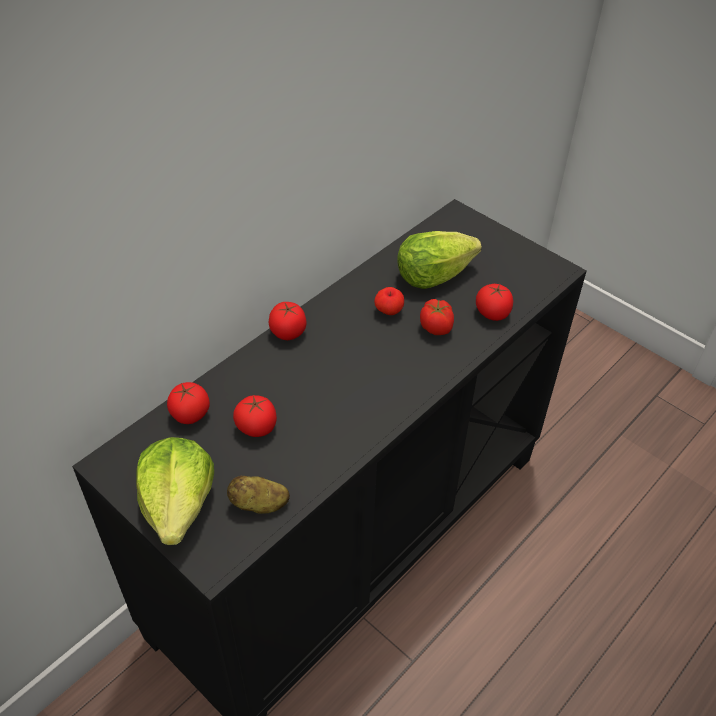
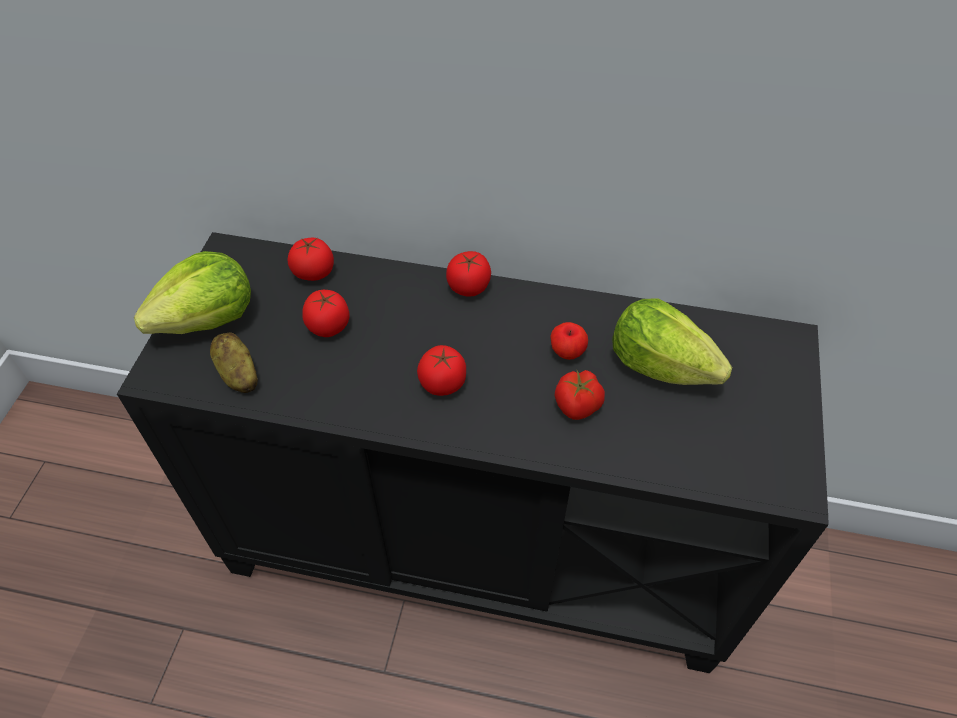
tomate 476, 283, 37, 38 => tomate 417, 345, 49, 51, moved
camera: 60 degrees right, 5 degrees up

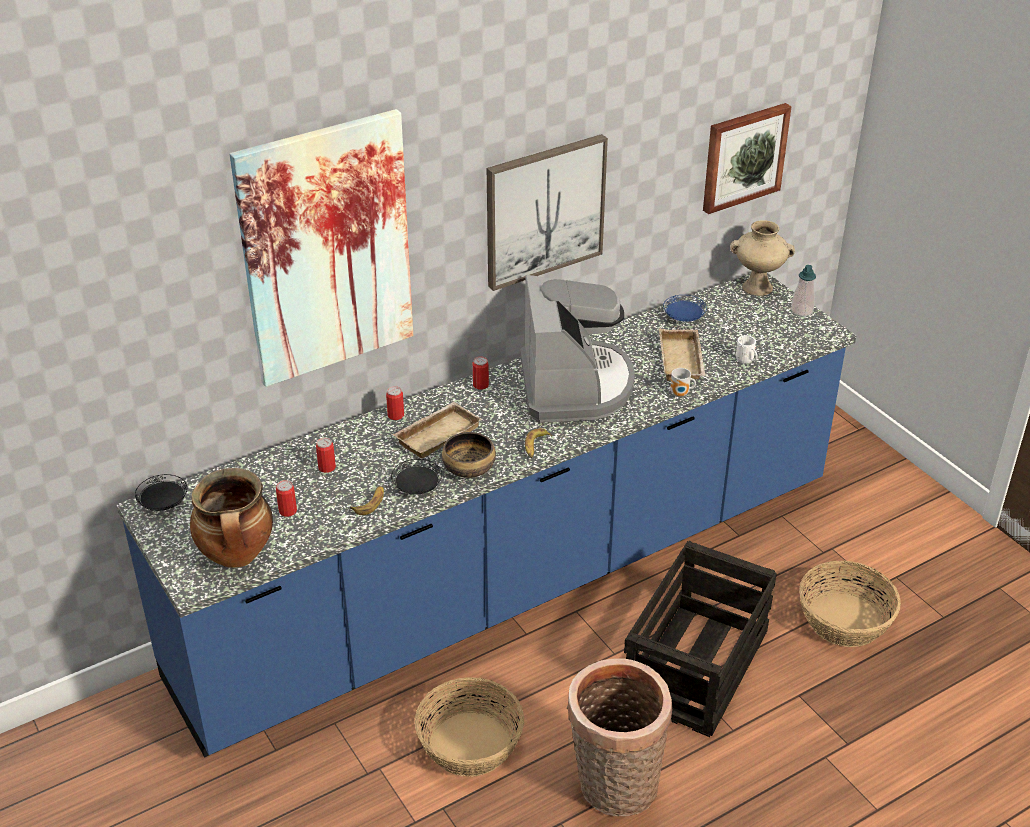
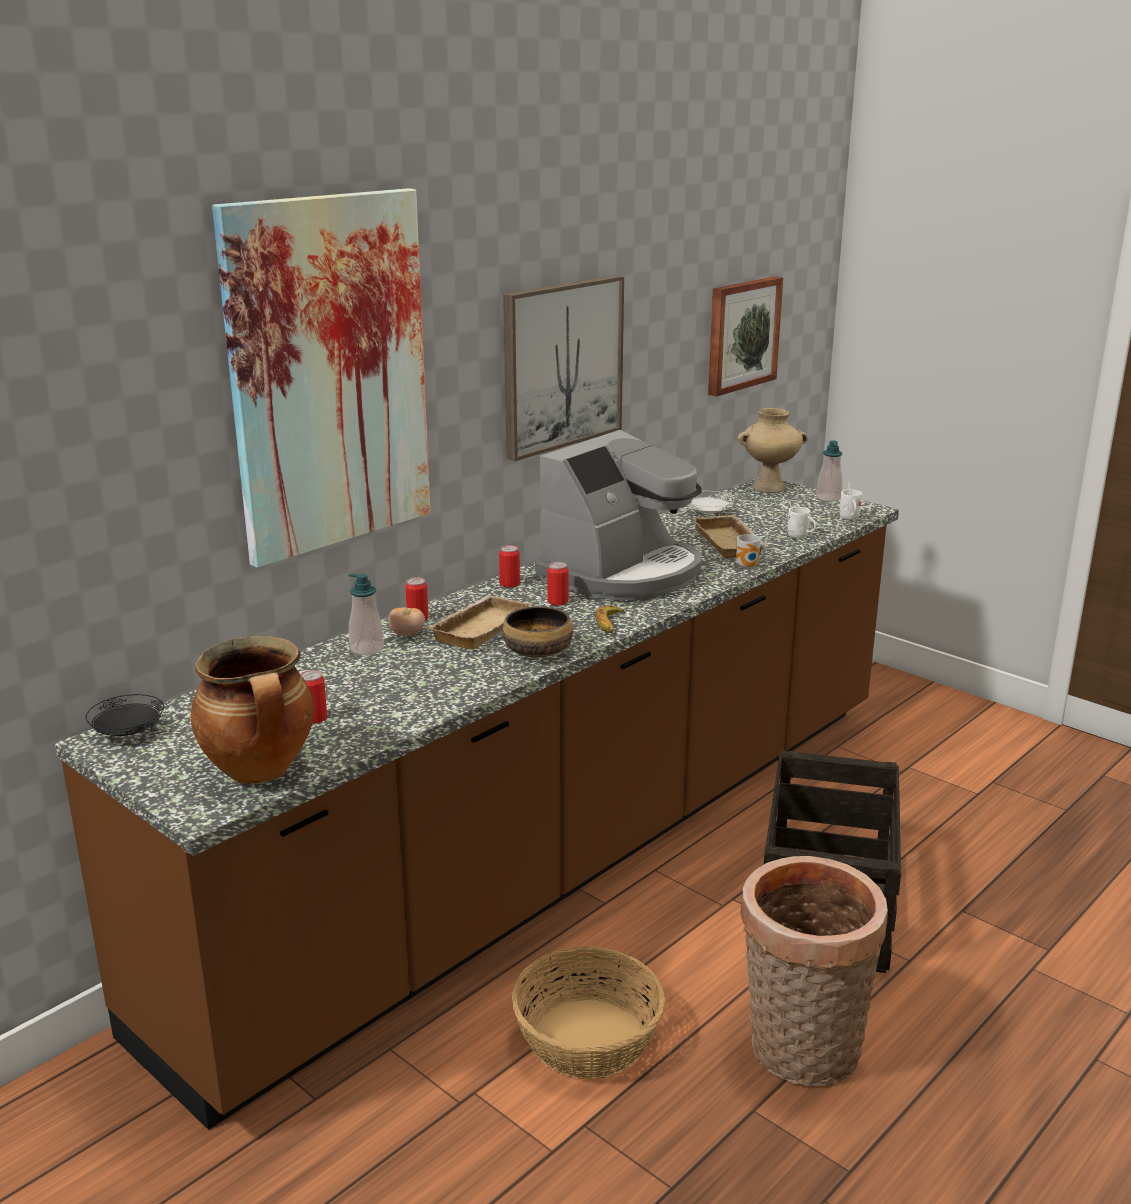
plátano 350, 486, 34, 29 => nothing
plato (negro) 391, 459, 51, 35 => nothing
cesta 799, 561, 102, 86 => nothing
nothing => dispensador de jabón 349, 573, 35, 82
nothing => tomate 388, 607, 37, 29
nothing => taza grande (blanco) 839, 482, 23, 38
lata 316, 438, 20, 35 => lata 547, 562, 21, 44, moved
mueble bajo de cocina (azul) 116, 273, 740, 485 => mueble bajo de cocina (marrón) 55, 478, 844, 652
plato (azul) 663, 295, 44, 27 => plato (blanco) 688, 491, 46, 24
cafetera 520, 275, 115, 148 => cafetera 535, 430, 167, 170, 60 degrees clockwise
camera: 15 degrees left, 15 degrees down

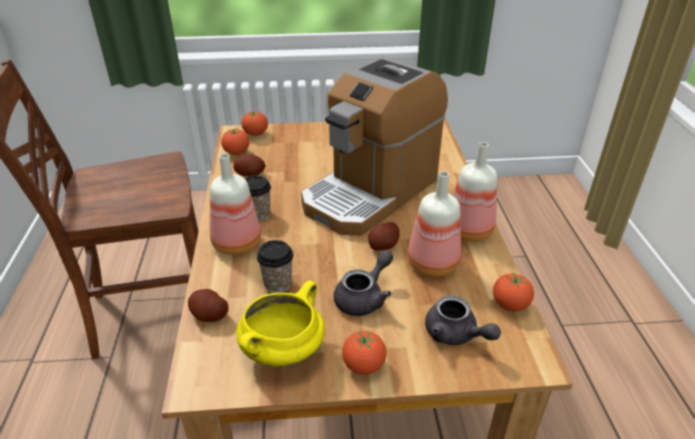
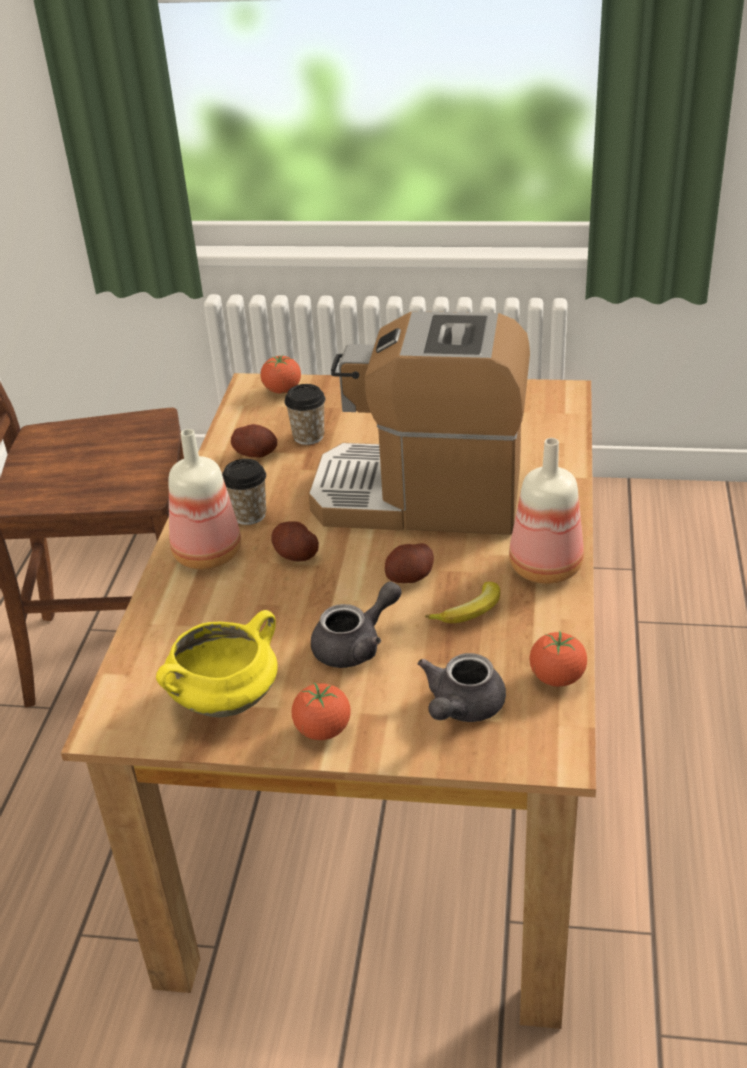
tomate 221, 129, 28, 26 => nothing
patata 188, 289, 41, 33 => patata 271, 521, 48, 41, moved
taza 257, 240, 36, 53 => taza 284, 384, 41, 61, moved
botella 408, 171, 53, 106 => plátano 425, 582, 75, 41
cafetera 301, 56, 147, 180 => cafetera 308, 311, 222, 224, 45 degrees clockwise
tetera (gris) 425, 295, 76, 50 => tetera (gris) 418, 653, 88, 69, 60 degrees clockwise
camera: 15 degrees right, 0 degrees up

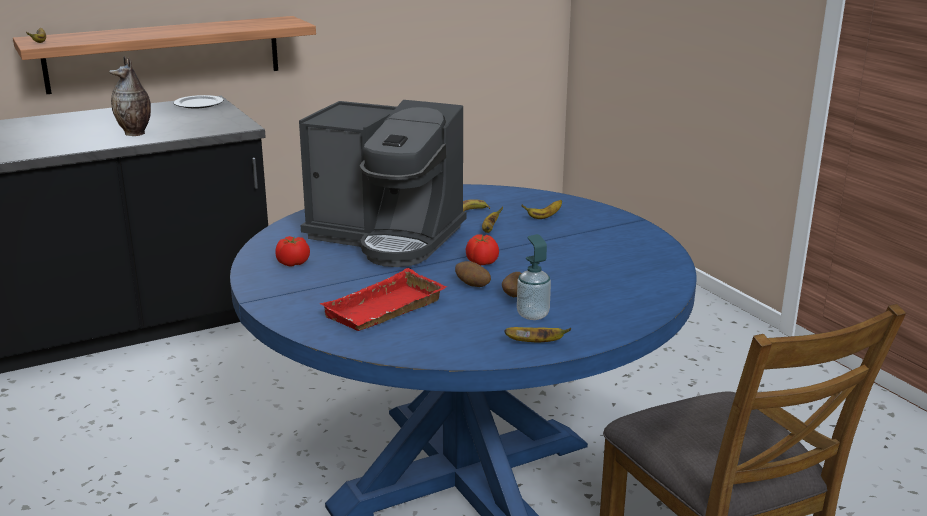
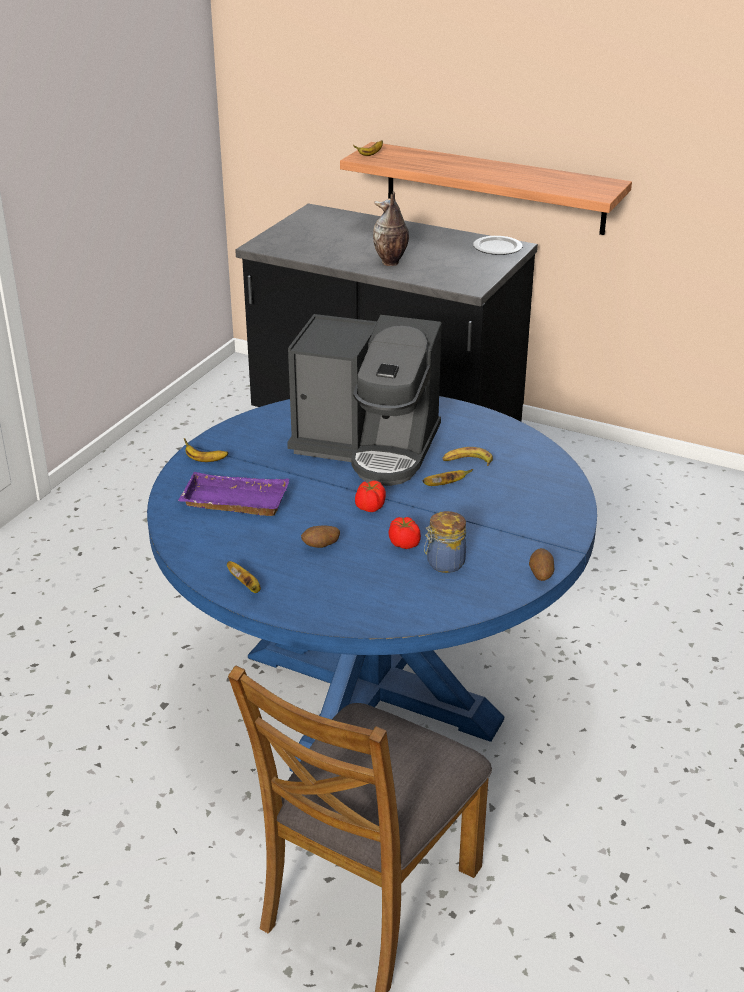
dispensador de jabón 517, 234, 34, 86 => nothing
nothing => tarro 424, 511, 42, 62
tomate 275, 236, 35, 31 => tomate 389, 517, 32, 32, moved
patata 455, 261, 36, 26 => patata 529, 548, 25, 33, moved
plátano 521, 200, 41, 19 => plátano 184, 438, 44, 24, moved
bandeja (rojo) 320, 268, 127, 63 => bandeja (morado) 178, 472, 111, 44
cafetera 299, 100, 167, 167 => cafetera 287, 314, 155, 172, 60 degrees counterclockwise
camera: 55 degrees right, 10 degrees up

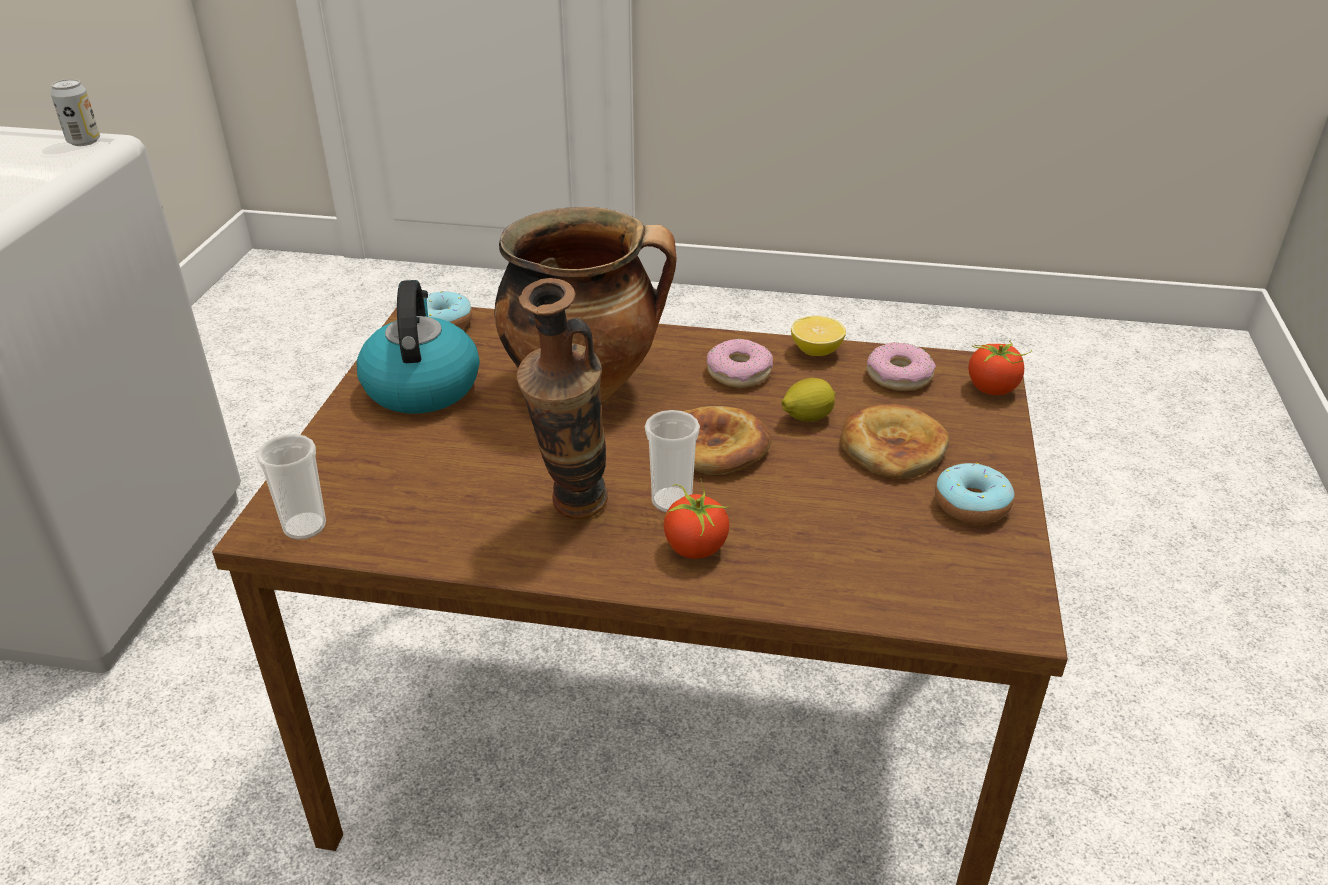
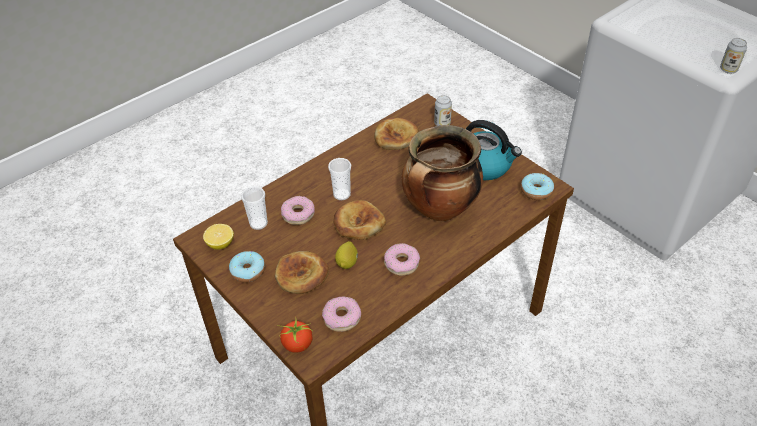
florero 517, 278, 91, 241 => nothing
tomate 664, 481, 65, 78 => nothing
nothing => rosquilla 281, 196, 34, 29
nothing => pan 374, 118, 45, 32
nothing => lata 434, 95, 18, 31
taza 256, 434, 70, 106 => taza 241, 186, 27, 44, moved
limón 791, 316, 55, 40 => limón 203, 224, 31, 26, moved
camera: 130 degrees right, 10 degrees up

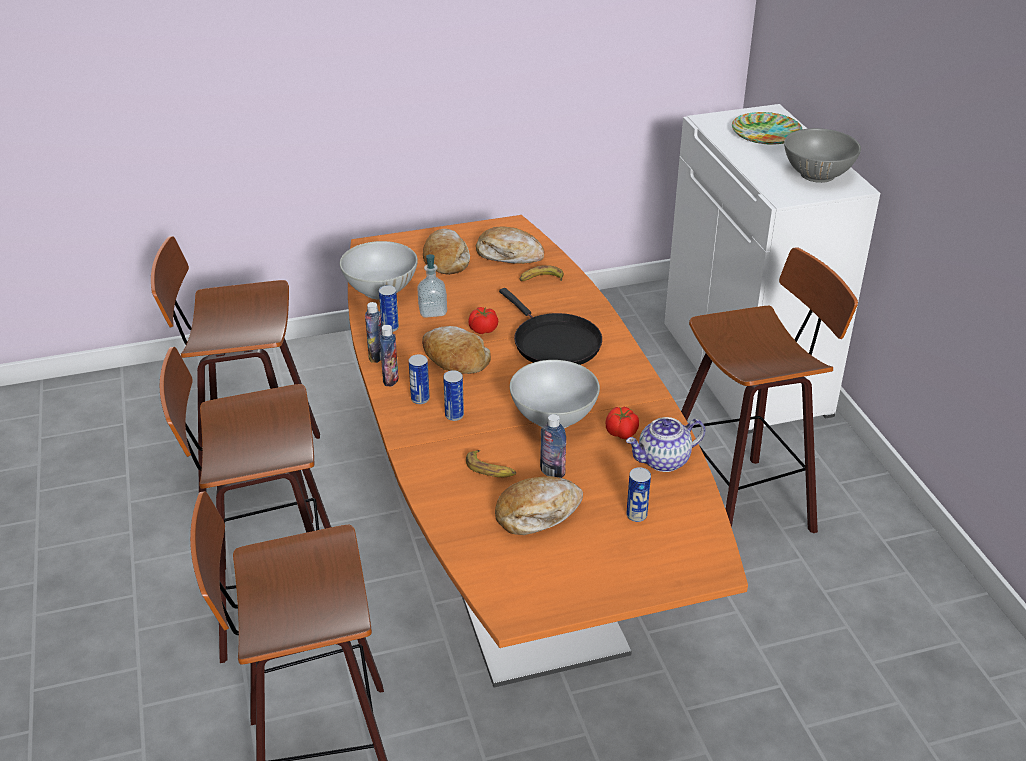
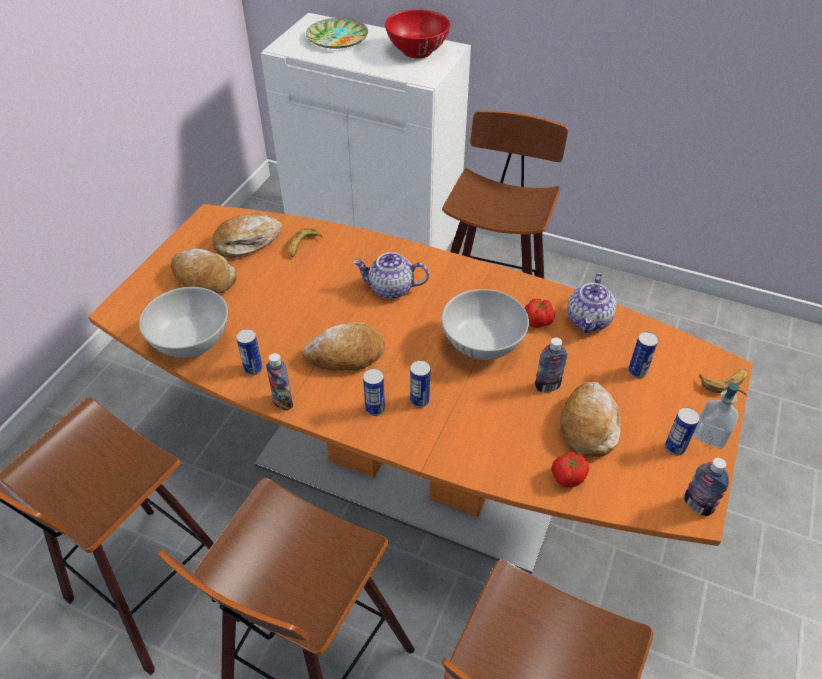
nothing => lata 665, 407, 35, 49
botella 380, 325, 19, 62 => botella 684, 458, 45, 58, moved
dispensador de jabón 417, 254, 30, 64 => dispensador de jabón 693, 383, 54, 66, moved
plátano 466, 450, 50, 27 => plátano 699, 369, 49, 24, moved
tomate 469, 307, 29, 27 => tomate 551, 452, 38, 36, moved
sartén (negro) 499, 288, 103, 77 => tetera 353, 252, 76, 47
cuenco (gris) 784, 128, 77, 55 => cuenco (rojo) 385, 9, 65, 49
camera: 50 degrees left, 10 degrees up

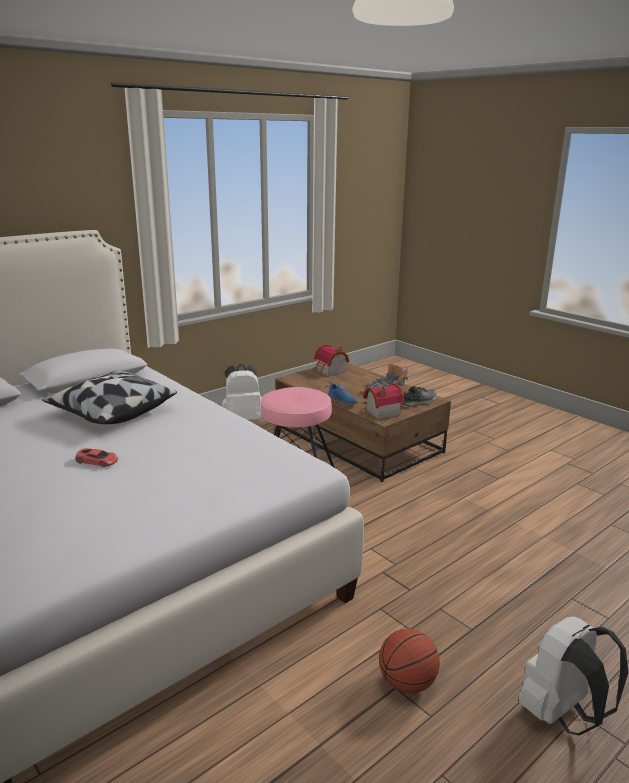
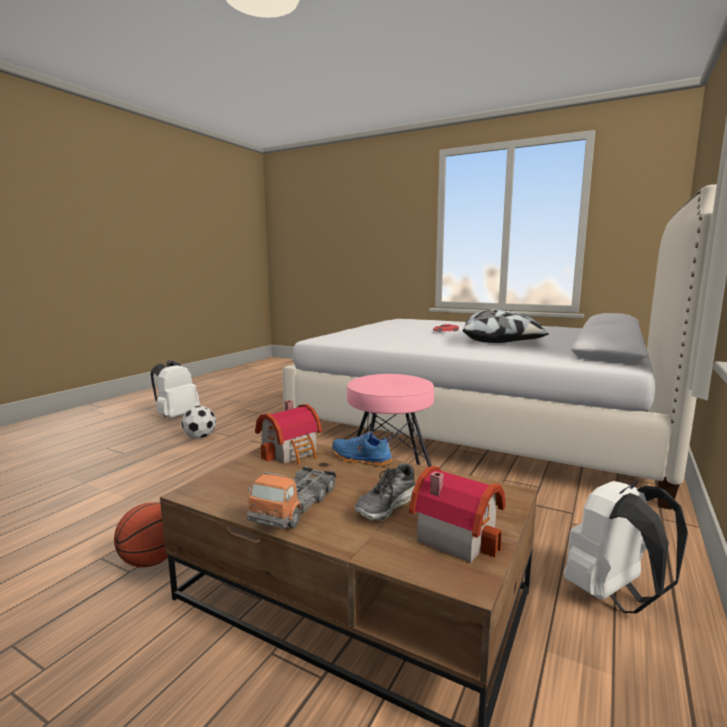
nothing => balón de fútbol 182, 405, 34, 33
balón de baloncesto 379, 629, 61, 65 => balón de baloncesto 114, 502, 54, 66, moved
zapato 401, 386, 35, 21 => zapato 354, 463, 61, 58, moved
camera: 160 degrees right, 10 degrees down

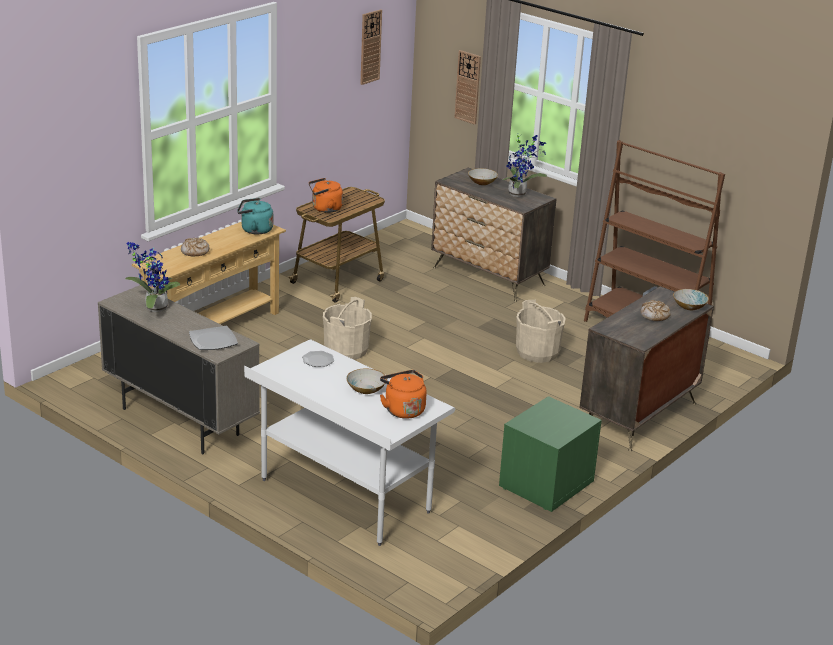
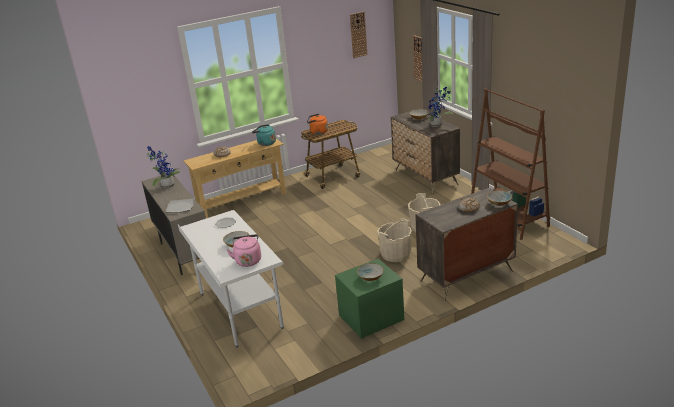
nothing => cuenco 357, 263, 27, 18
cubo (beis) 323, 297, 49, 63 => cubo (beis) 377, 218, 35, 44, moved
hervidor (naranja) 380, 370, 47, 49 => hervidor (rosa) 227, 234, 34, 33
camera: 25 degrees right, 0 degrees up

